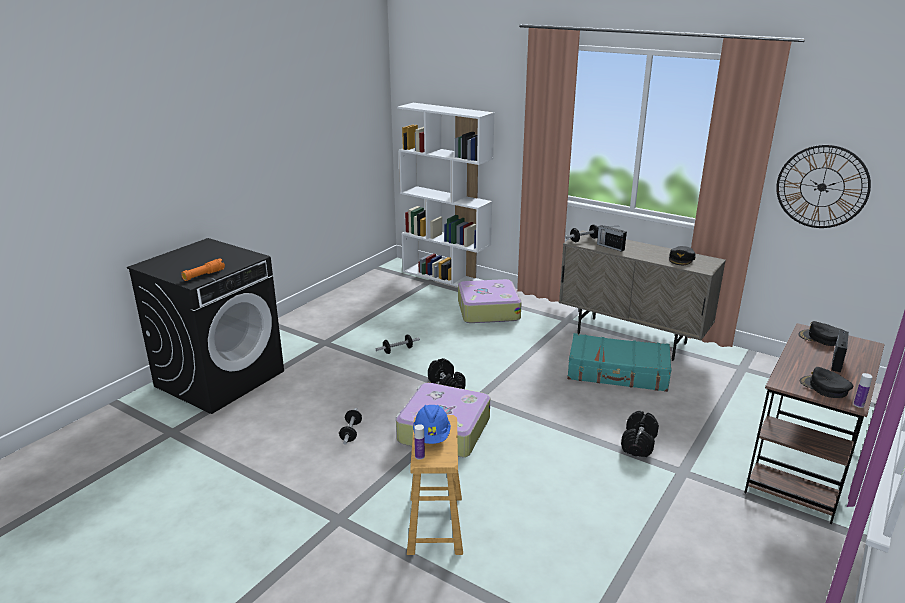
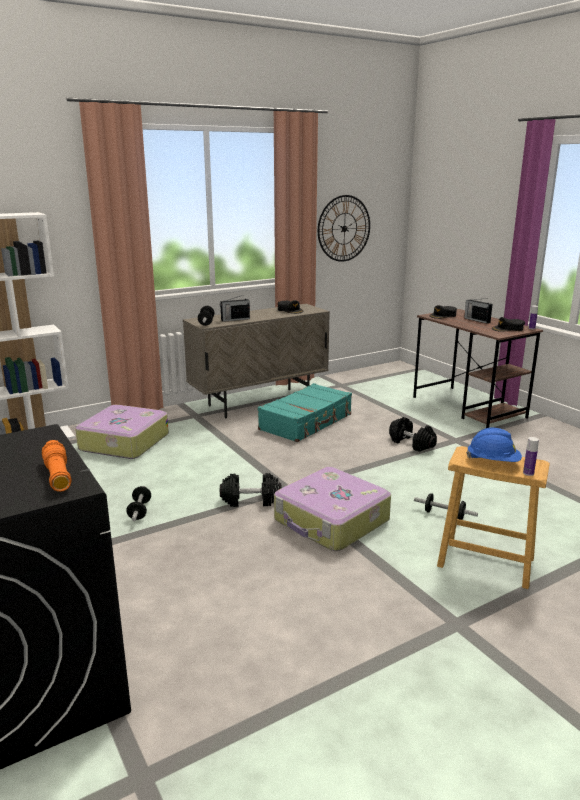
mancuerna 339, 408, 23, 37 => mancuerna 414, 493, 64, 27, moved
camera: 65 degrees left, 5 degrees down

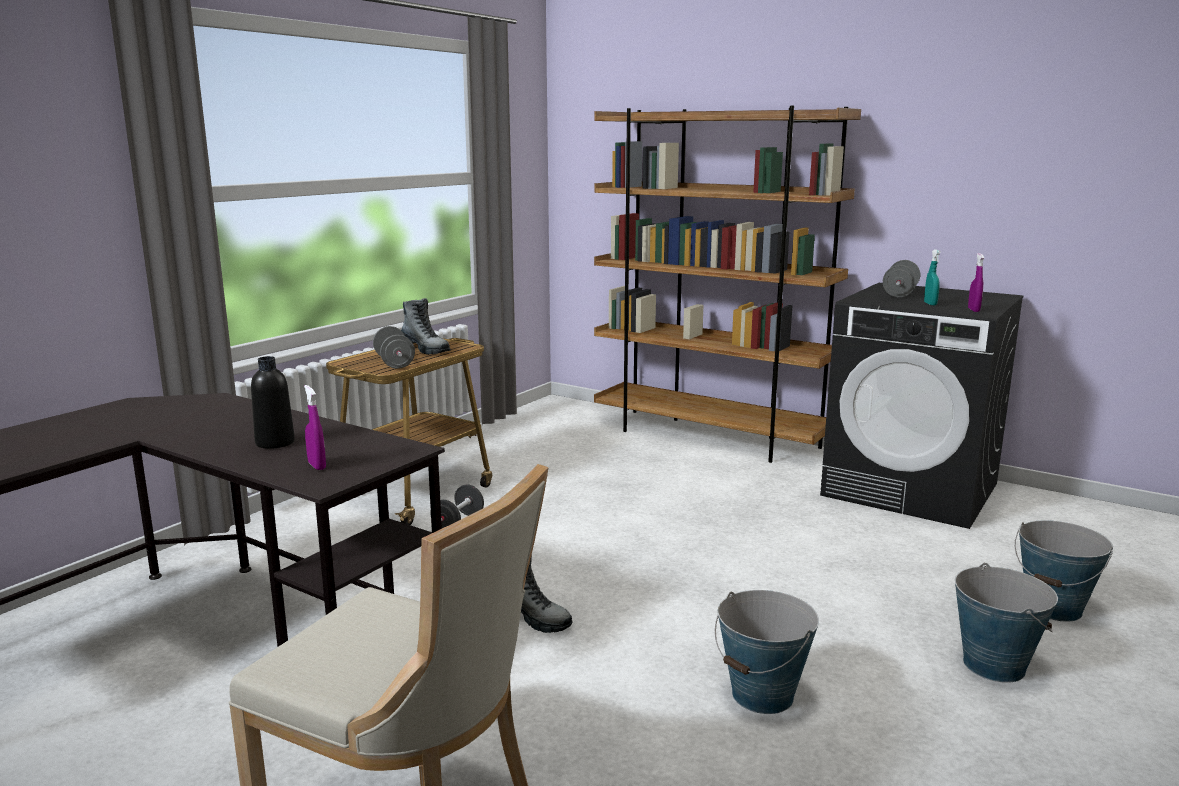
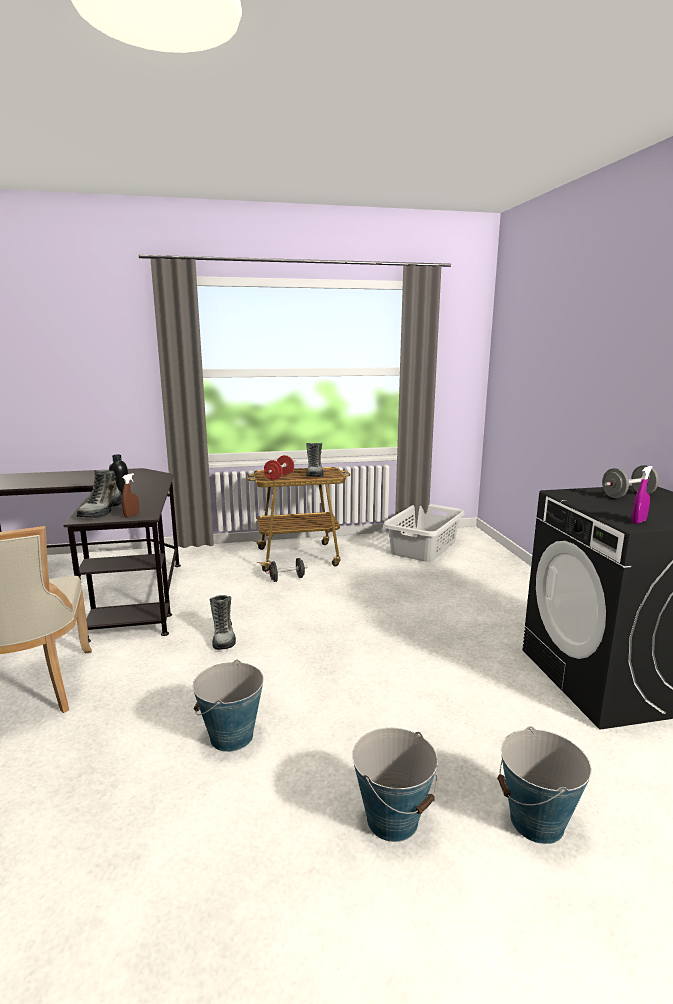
estantería (marrón) 594, 106, 267, 357 => nothing
pulverizador (turquesa) 924, 249, 17, 56 => nothing
nothing => pulverizador (marrón) 122, 473, 17, 45
nothing => cesto de la ropa (gris) 383, 504, 82, 58
pulverizador (morado) 304, 385, 22, 85 => bota 77, 470, 45, 48
mancuerna (gris) 373, 326, 42, 43 => mancuerna (rojo) 264, 455, 30, 25
camera: 45 degrees right, 0 degrees up

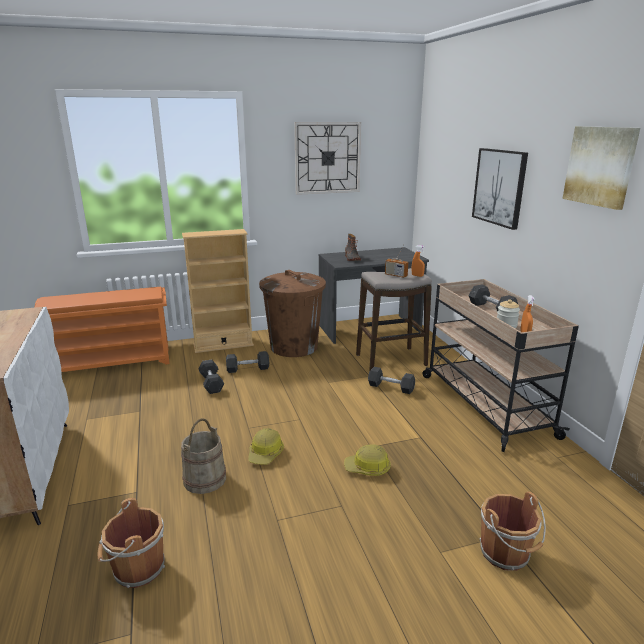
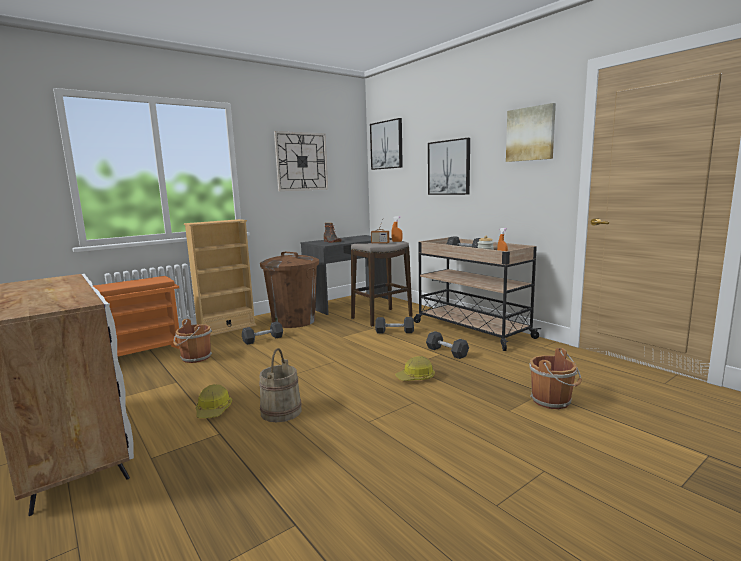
nothing => cuadro 370, 118, 33, 52
cubo (marrón) 98, 498, 67, 90 => cubo (marrón) 173, 319, 39, 44, moved
mancuerna (gris) 199, 360, 25, 34 => mancuerna (gris) 426, 331, 43, 28, moved
casco 248, 428, 36, 37 => casco 196, 384, 36, 34, moved
camera: 20 degrees left, 10 degrees down

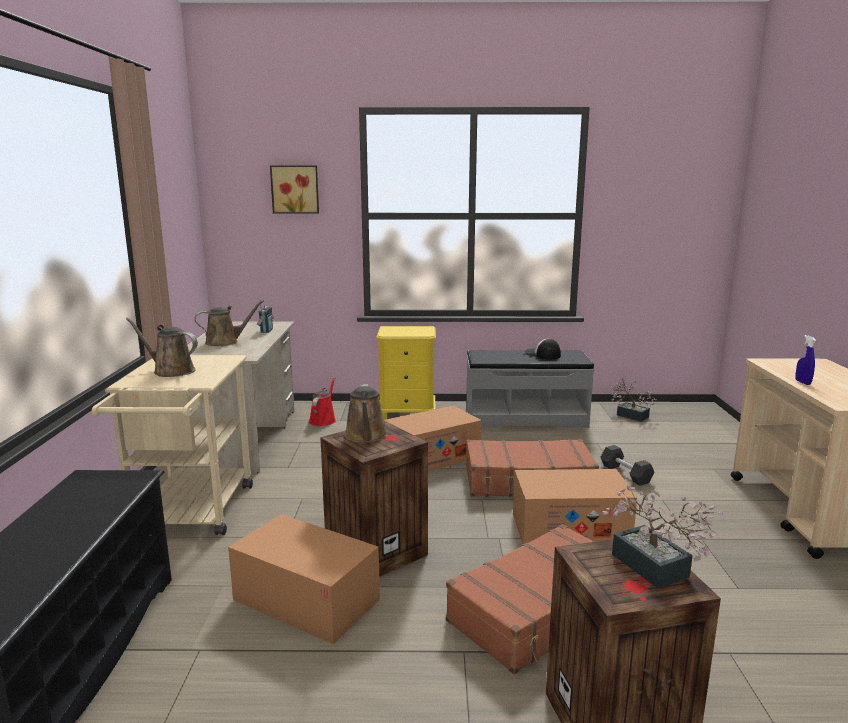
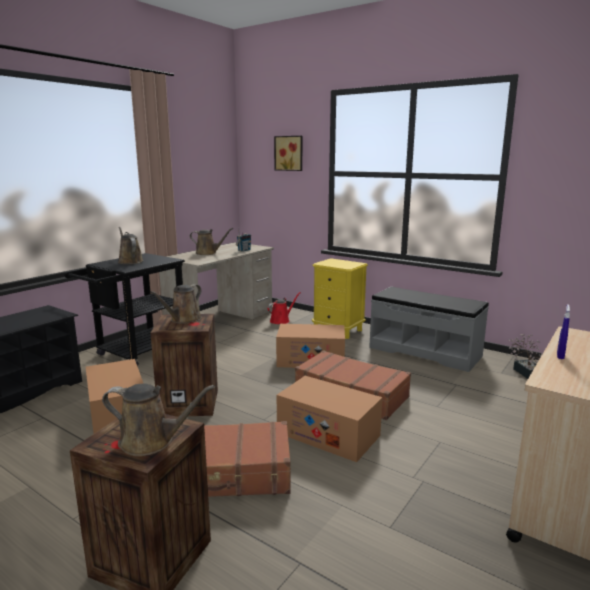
gorra 525, 339, 36, 20 => nothing
mancuerna (negro) 600, 445, 54, 41 => nothing
planta en maceta 602, 486, 121, 102 => regadera (marrón) 102, 384, 113, 72
carrito (beis) 92, 355, 161, 180 => carrito (negro) 64, 253, 121, 113
camera: 35 degrees right, 0 degrees up

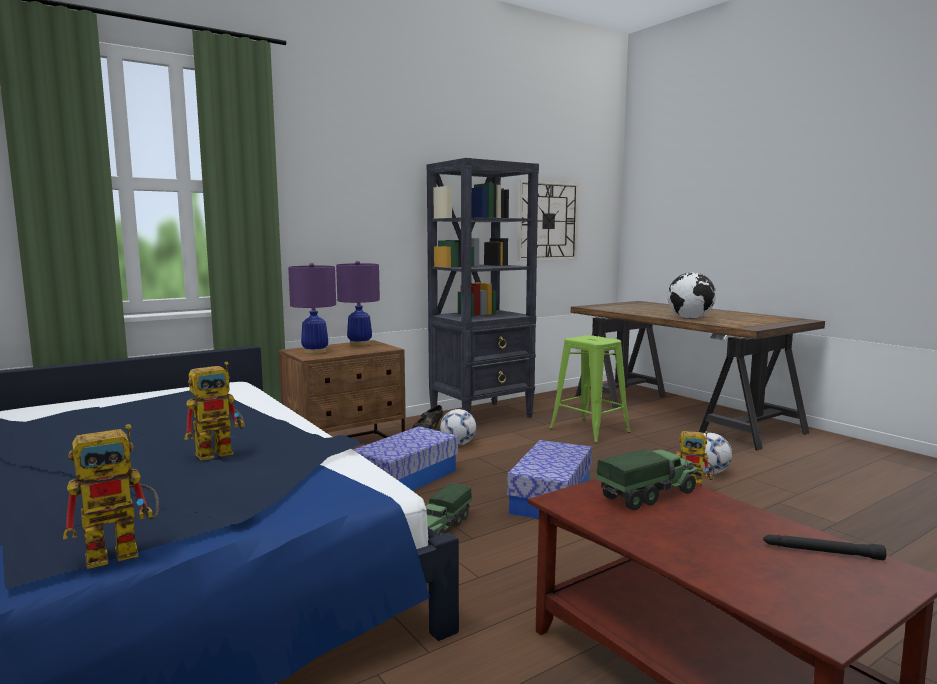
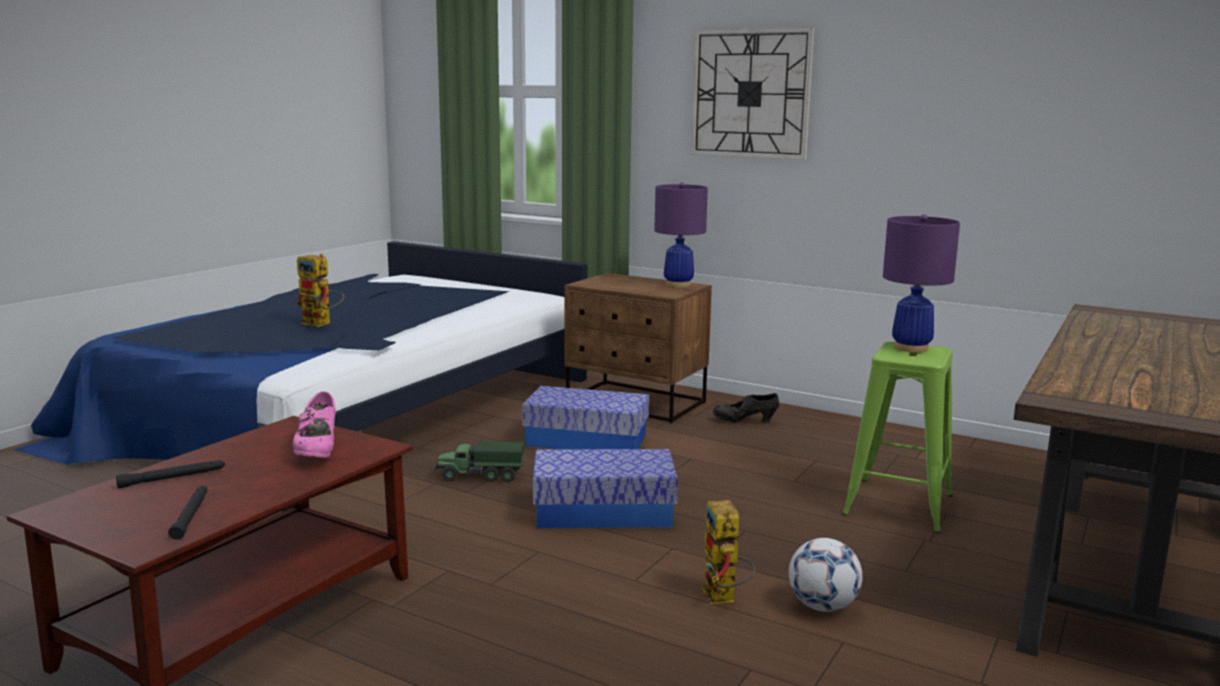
robot de juguete 63, 424, 96, 145 => nothing
estantería (negro) 427, 158, 112, 260 => nothing
balón de fútbol 440, 409, 36, 36 => nothing
globo terráqueo 668, 272, 48, 47 => nothing
nothing => linterna (negro) 116, 460, 109, 28
lámpara de mesa (morado) 288, 263, 48, 91 => lámpara de mesa (morado) 883, 214, 77, 139, moved
reloj de pared 517, 180, 62, 81 => reloj de pared 690, 27, 124, 133, moved
camión de juguete 597, 448, 105, 62 => zapato (rosa) 293, 391, 43, 67
camera: 65 degrees right, 5 degrees up

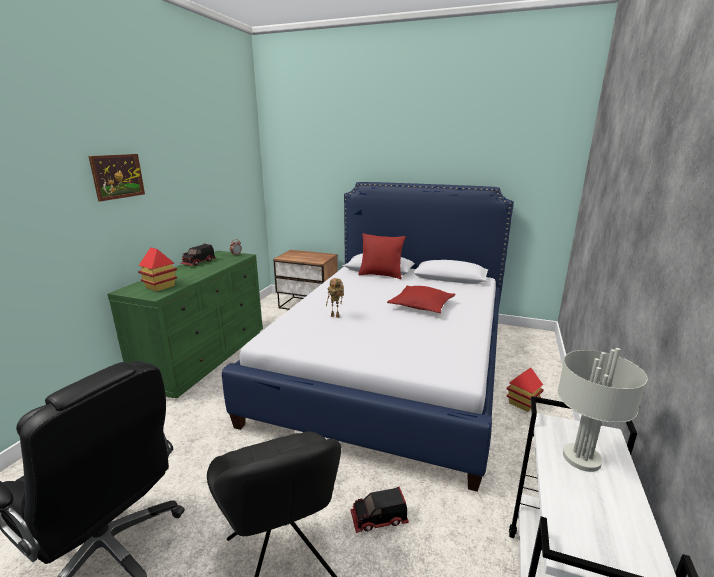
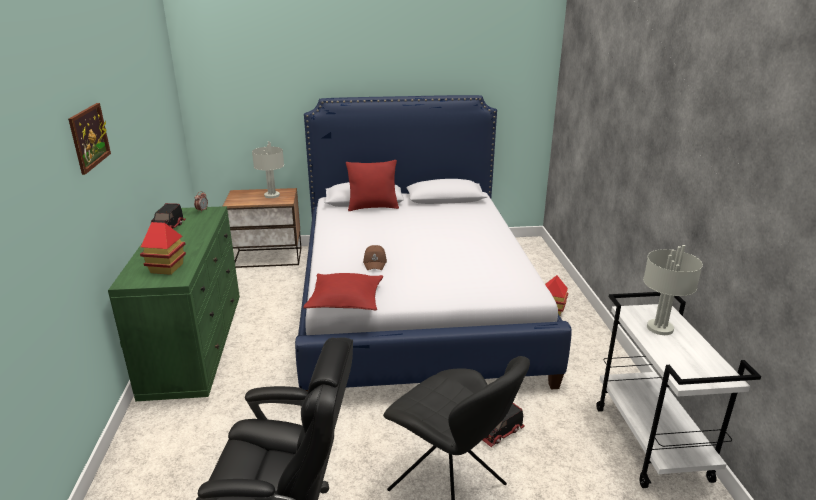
nothing => lámpara de mesa (gris) 252, 141, 32, 57
cojín (rojo) 387, 285, 68, 28 => cojín (rojo) 303, 273, 80, 38, moved
robot de juguete 326, 278, 18, 40 => gorra (marrón) 363, 245, 24, 25
camera: 25 degrees left, 5 degrees up

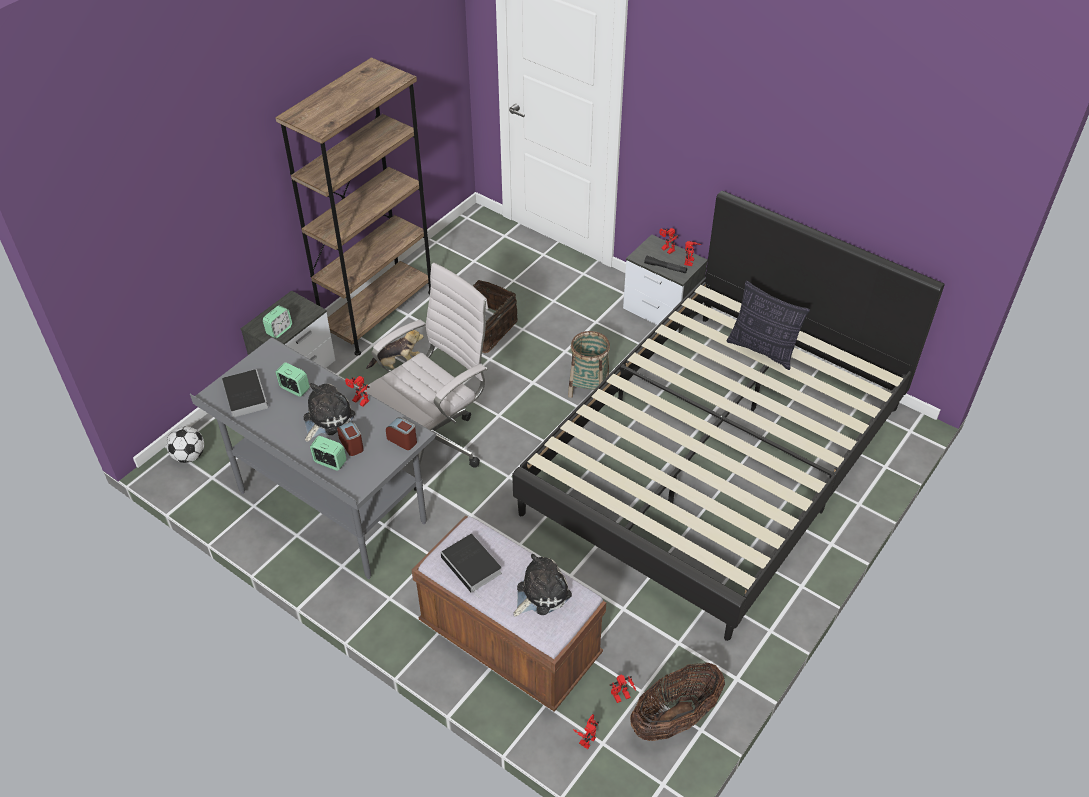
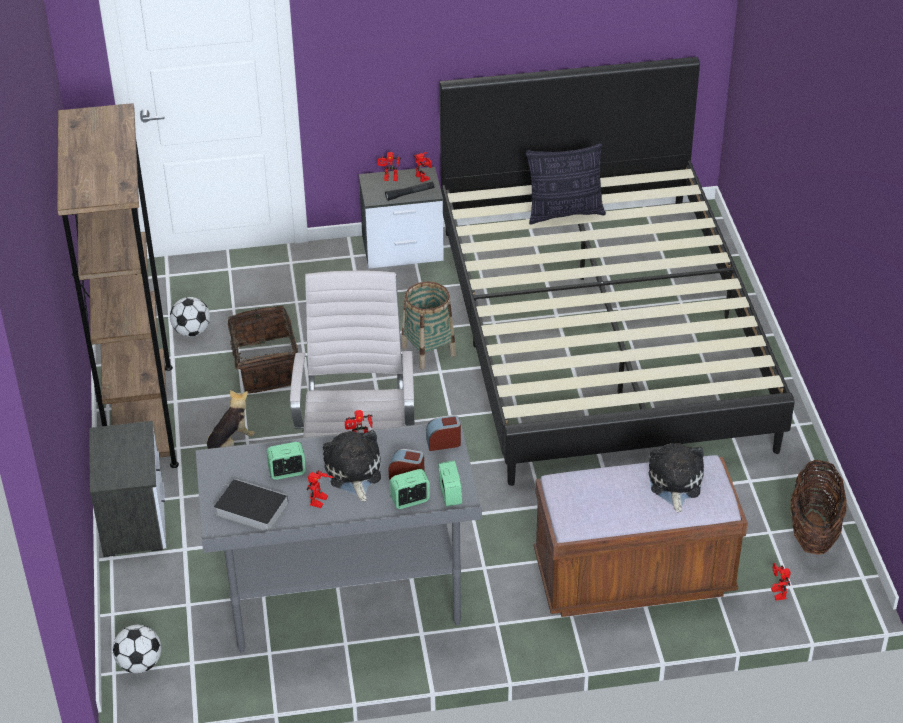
libro 441, 534, 61, 64 => nothing
nothing => balón de fútbol 170, 297, 40, 40
despertador 263, 305, 29, 33 => despertador 438, 461, 24, 45, moved
robot de juguete 610, 675, 26, 28 => robot de juguete 306, 470, 28, 38, moved
camera: 45 degrees left, 5 degrees down

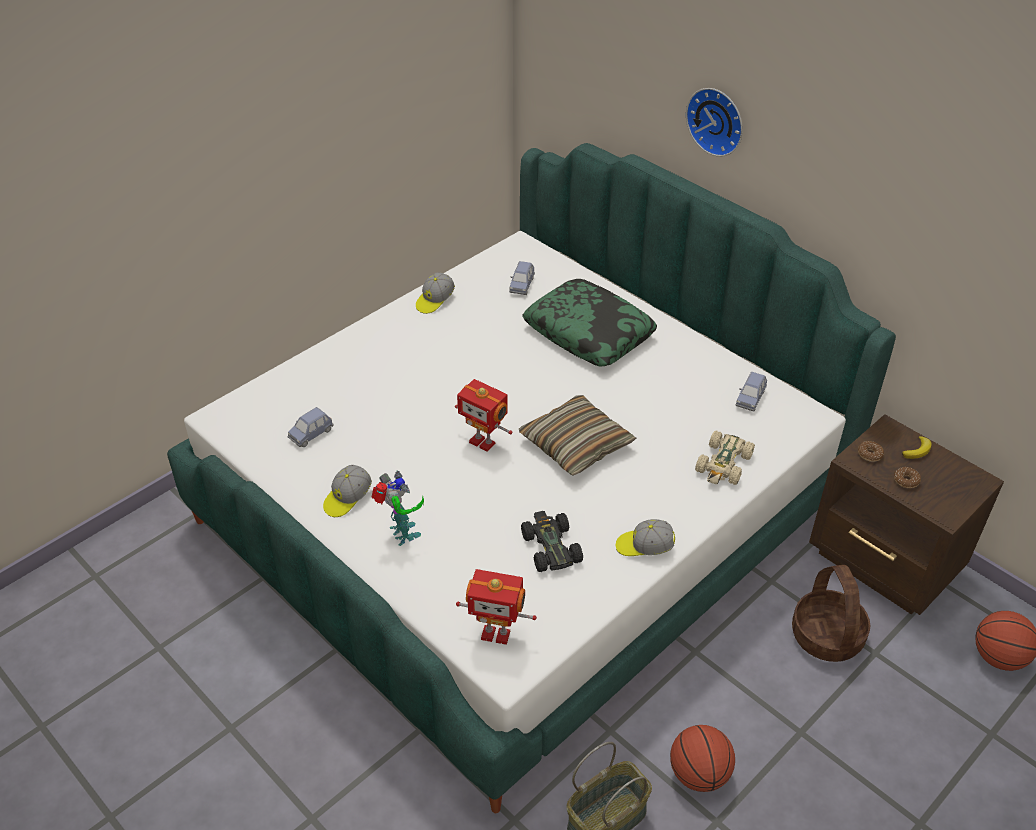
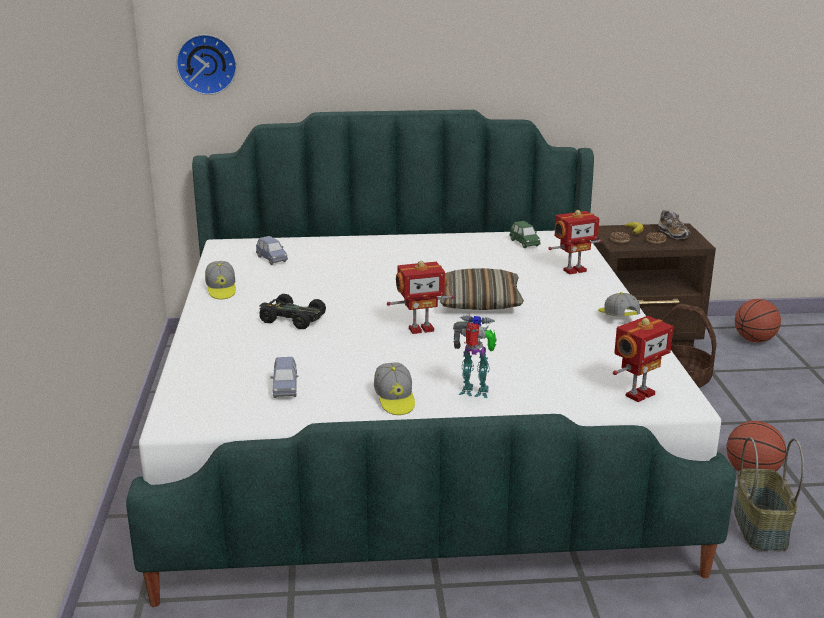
cojín 522, 279, 135, 87 => nothing
nothing => zapato 658, 210, 33, 30
coche de juguete (negro) 521, 511, 62, 61 => coche de juguete (negro) 259, 294, 67, 35, moved
reloj de pared 686, 88, 57, 69 => reloj de pared 176, 34, 61, 61, moved
coche de juguete (beis) 695, 431, 60, 54 => robot de juguete 548, 210, 54, 64
coche de juguete (azul) 736, 372, 31, 40 => coche de juguete (verde) 509, 221, 32, 27
gorra 616, 519, 59, 37 => gorra 598, 292, 42, 24, 120 degrees clockwise
camera: 50 degrees left, 20 degrees down

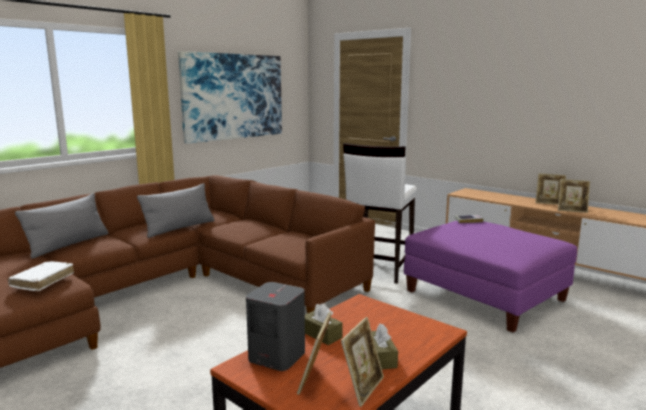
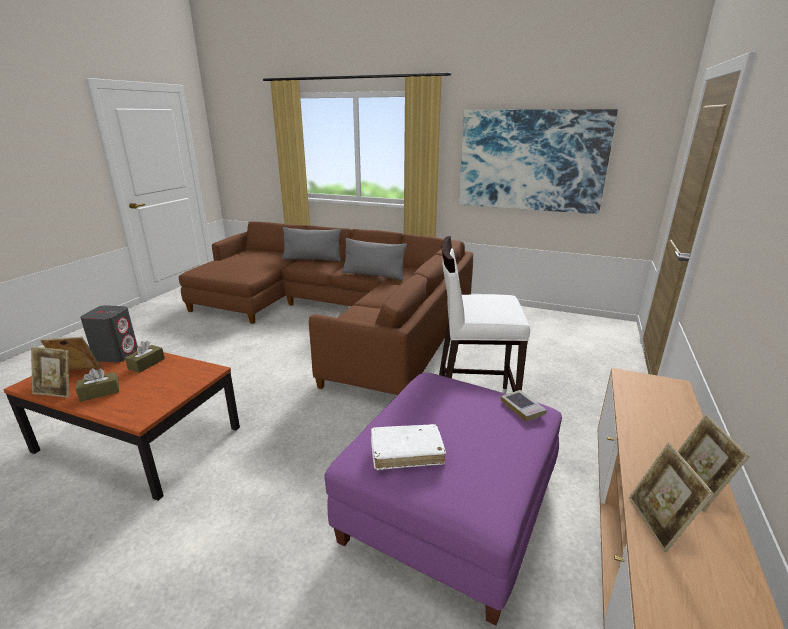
libro (blanco) 8, 261, 66, 30 => libro (blanco) 371, 424, 75, 46, moved
camera: 70 degrees right, 10 degrees up

